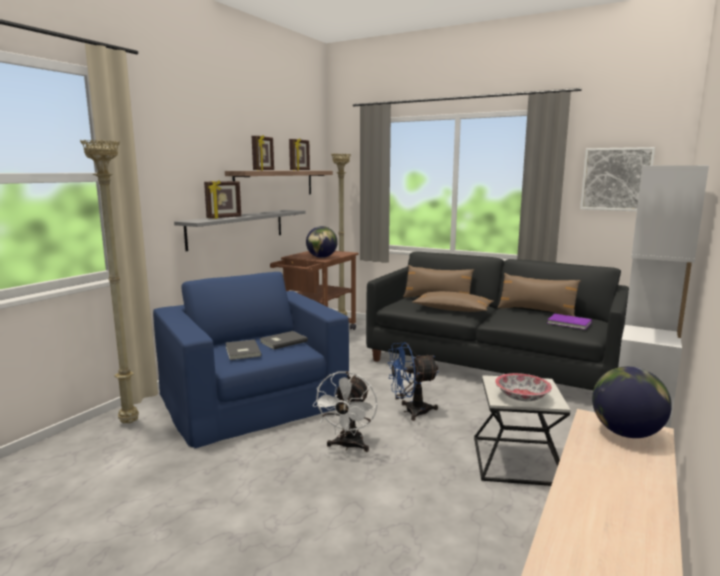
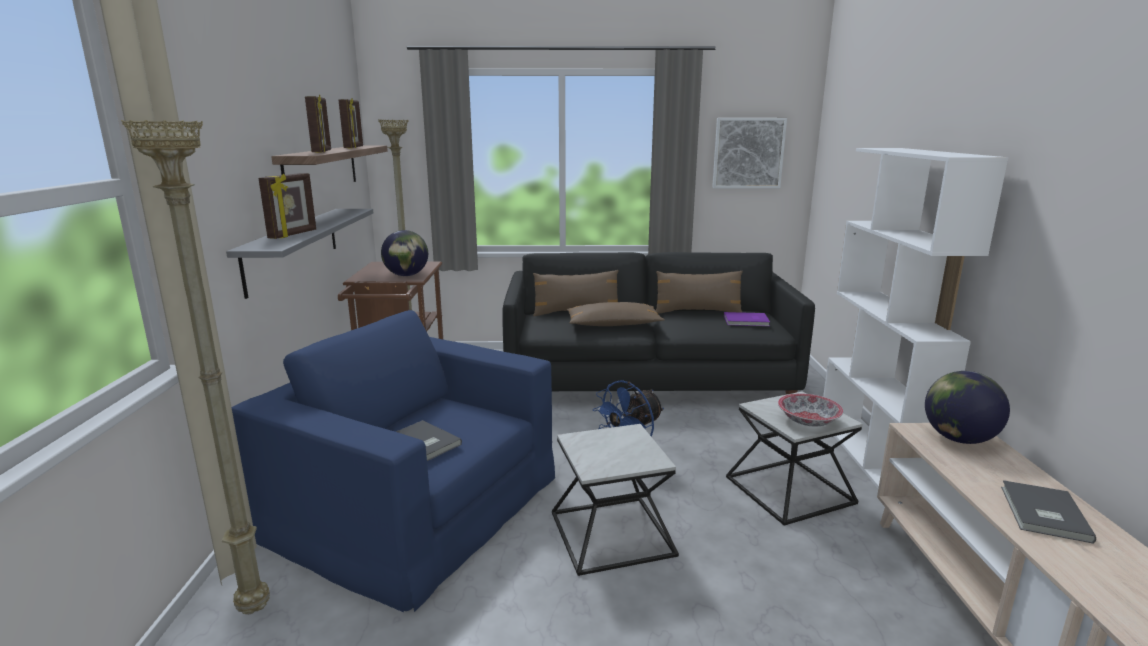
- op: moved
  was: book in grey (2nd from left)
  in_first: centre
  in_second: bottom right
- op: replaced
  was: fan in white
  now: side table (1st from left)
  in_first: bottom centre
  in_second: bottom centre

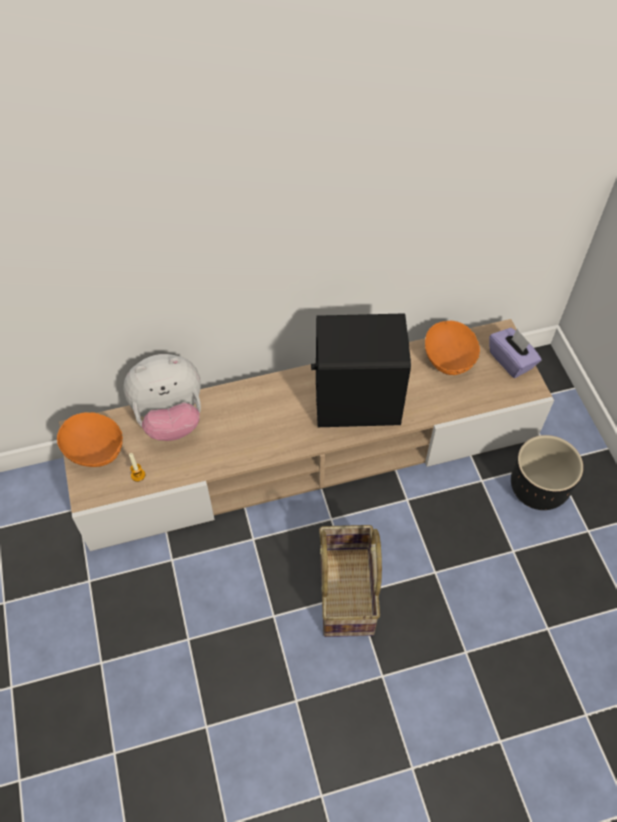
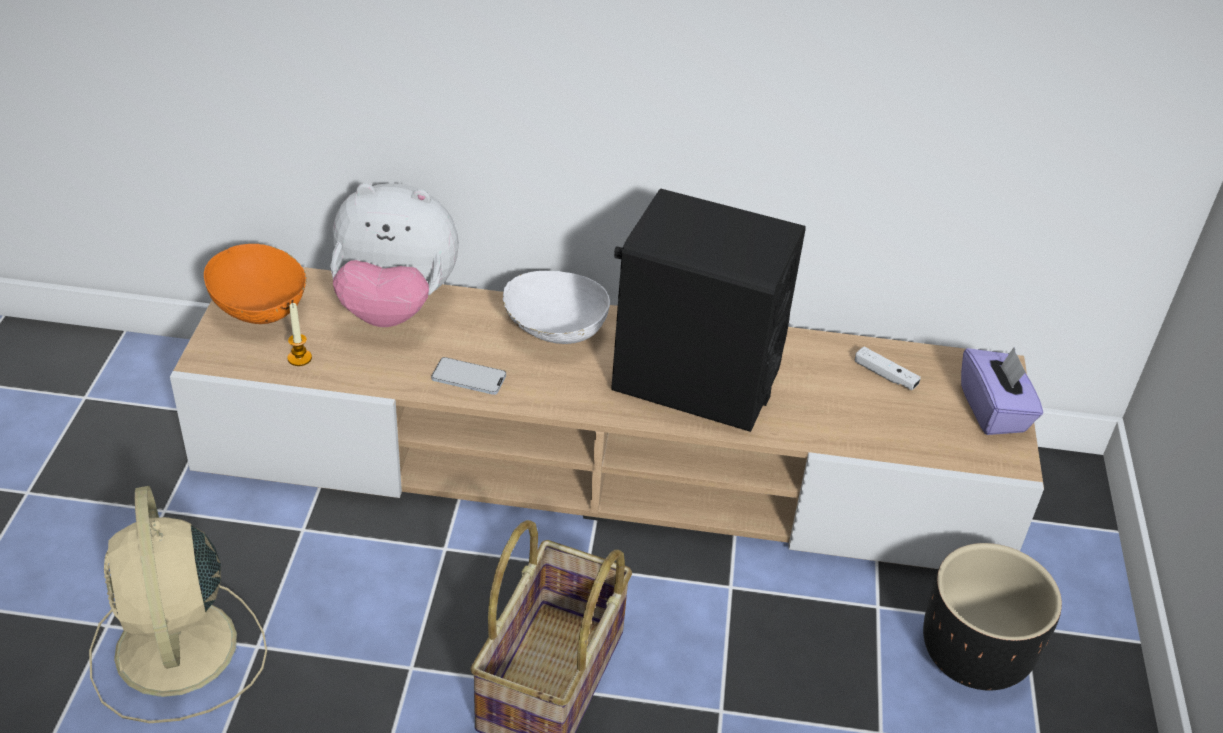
- op: added
  now: fan in beige
  in_second: bottom left
- op: added
  now: phone
  in_second: centre
- op: added
  now: bowl in white
  in_second: centre
- op: replaced
  was: bowl in orange (2nd from left)
  now: game controller in white
  in_first: middle right
  in_second: middle right

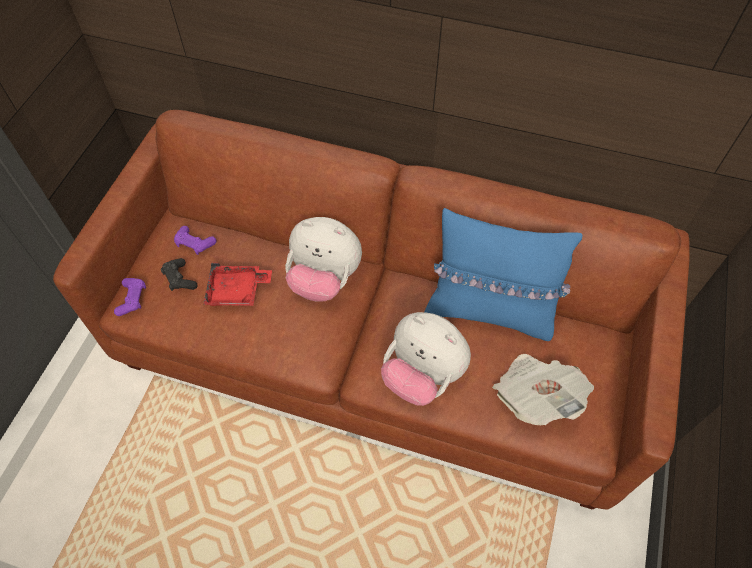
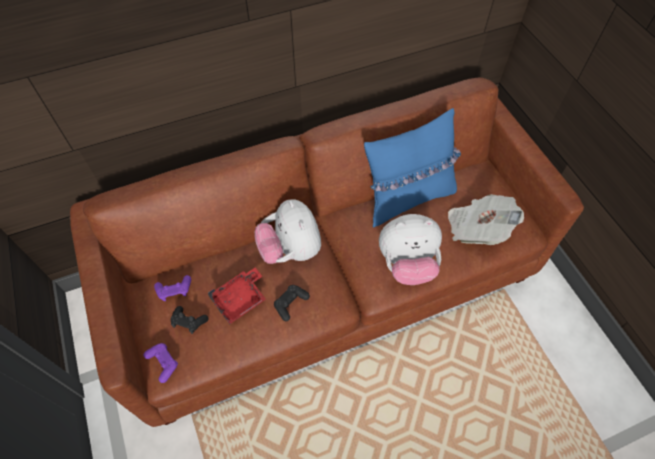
- op: added
  now: game controller in black (2nd from left)
  in_second: centre
- op: turned
  was: plush toy (1st from left)
  in_first: centre
  in_second: centre
  clockwise: 90

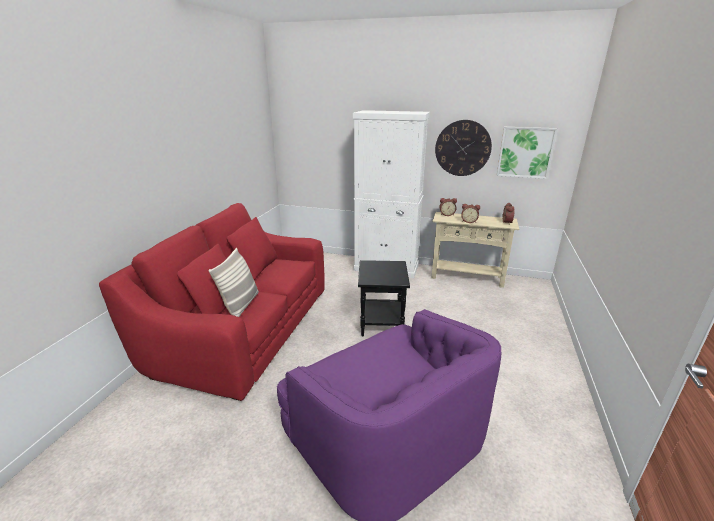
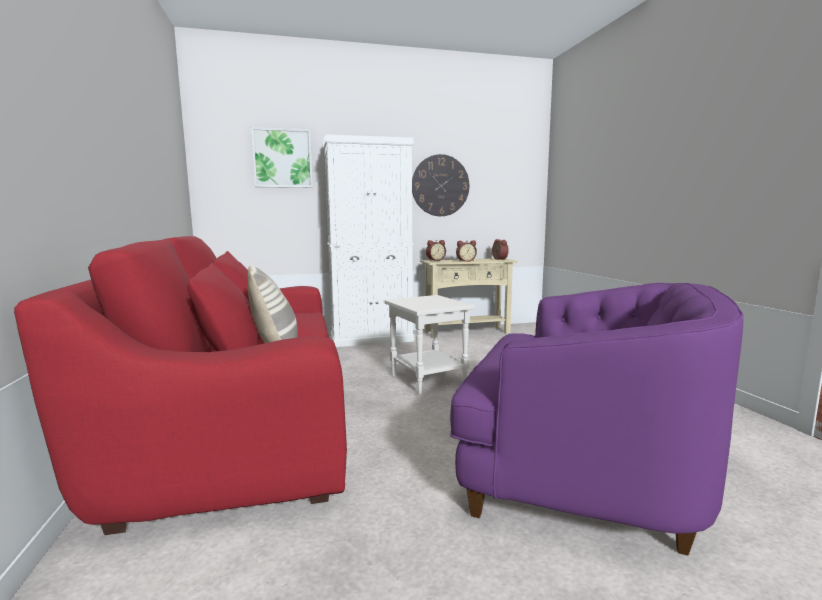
- op: moved
  was: picture
  in_first: top right
  in_second: top centre
- op: recoloured
  was: side table in black
  now: side table in white
  in_first: centre
  in_second: centre

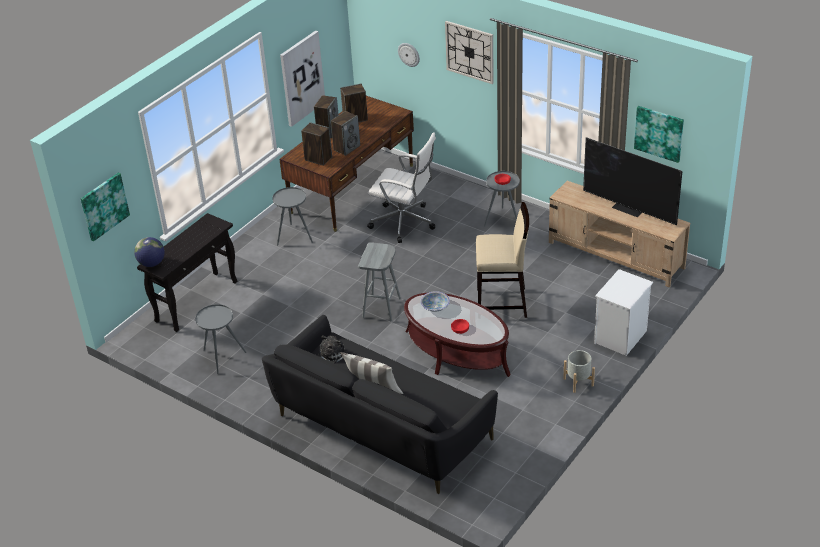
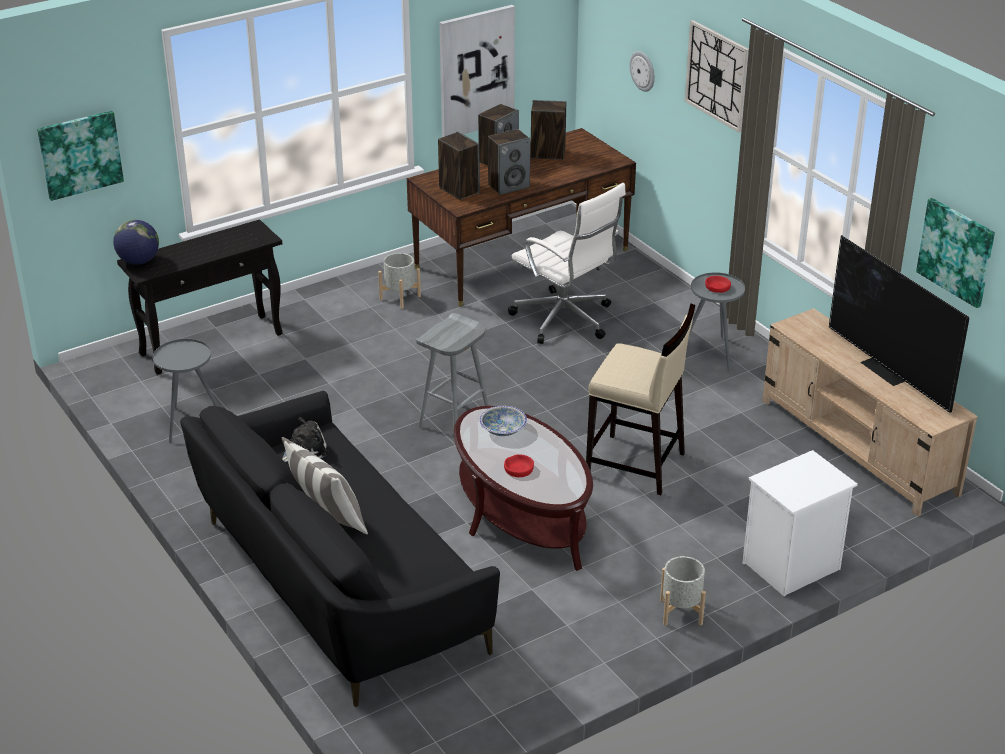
- op: replaced
  was: side table in grey (2nd from left)
  now: planter in grey (1st from left)
  in_first: centre
  in_second: centre

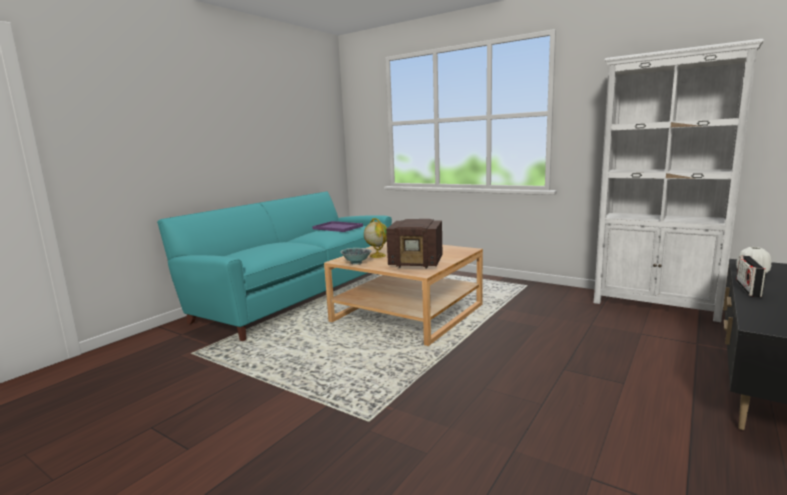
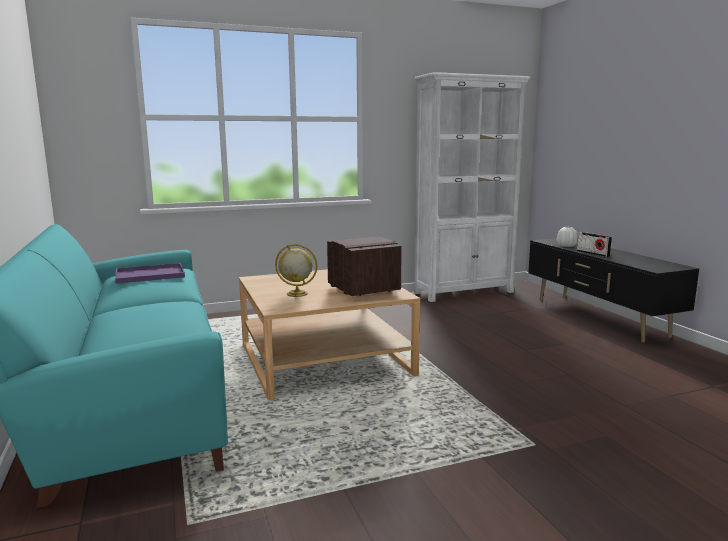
- op: removed
  was: bowl
  in_first: centre
- op: turned
  was: radio (1st from left)
  in_first: centre
  in_second: centre
  clockwise: -75

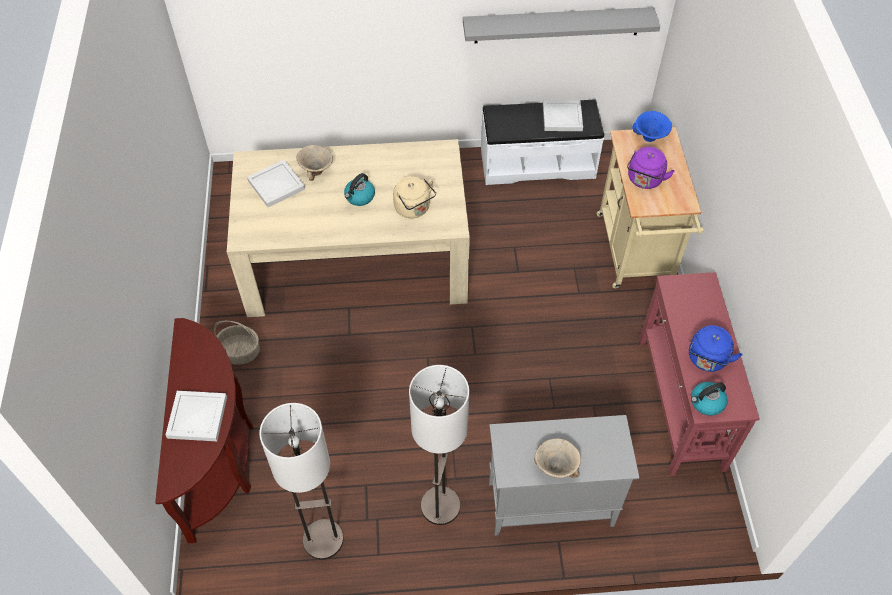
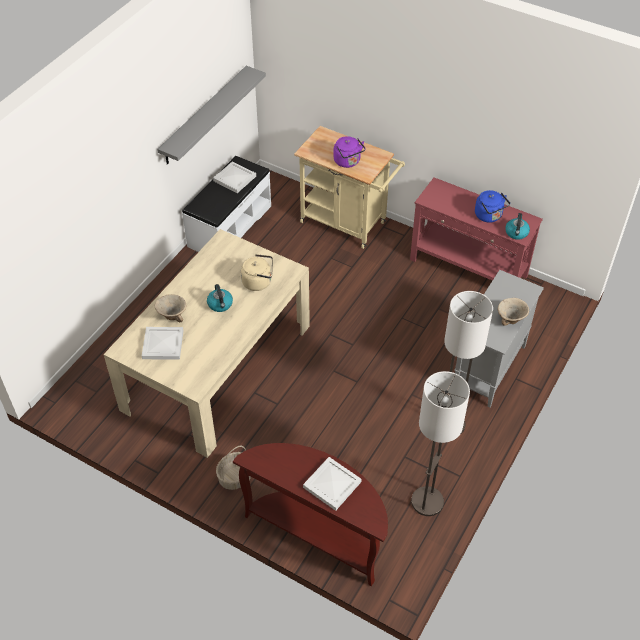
- op: removed
  was: bowl in blue
  in_first: top right

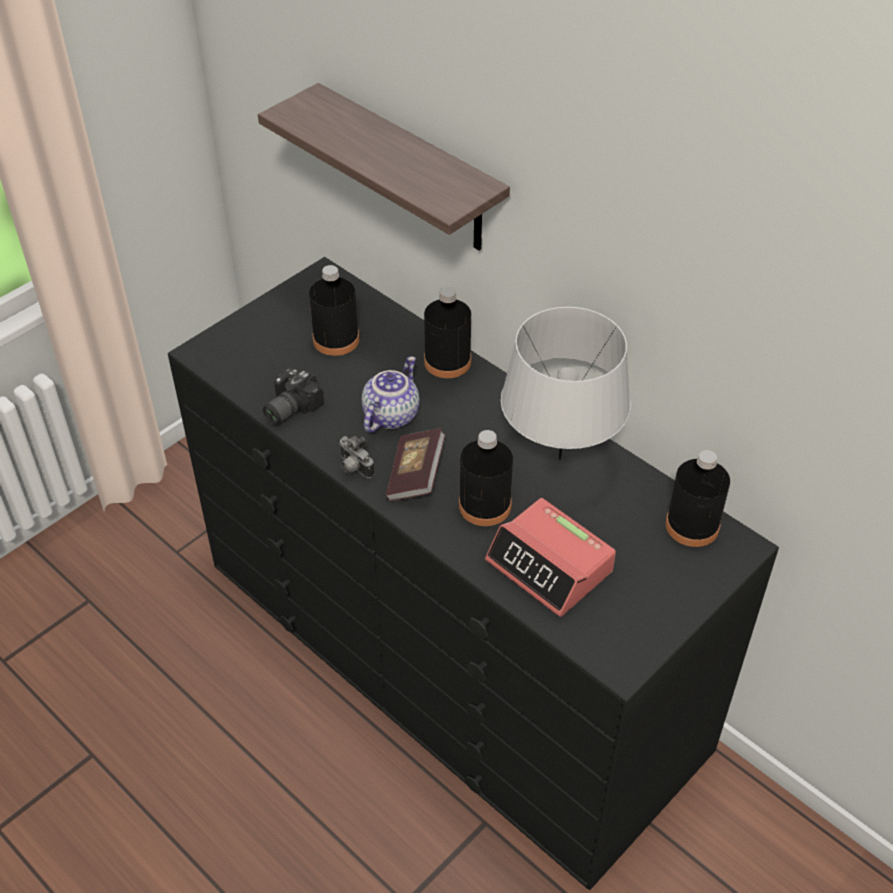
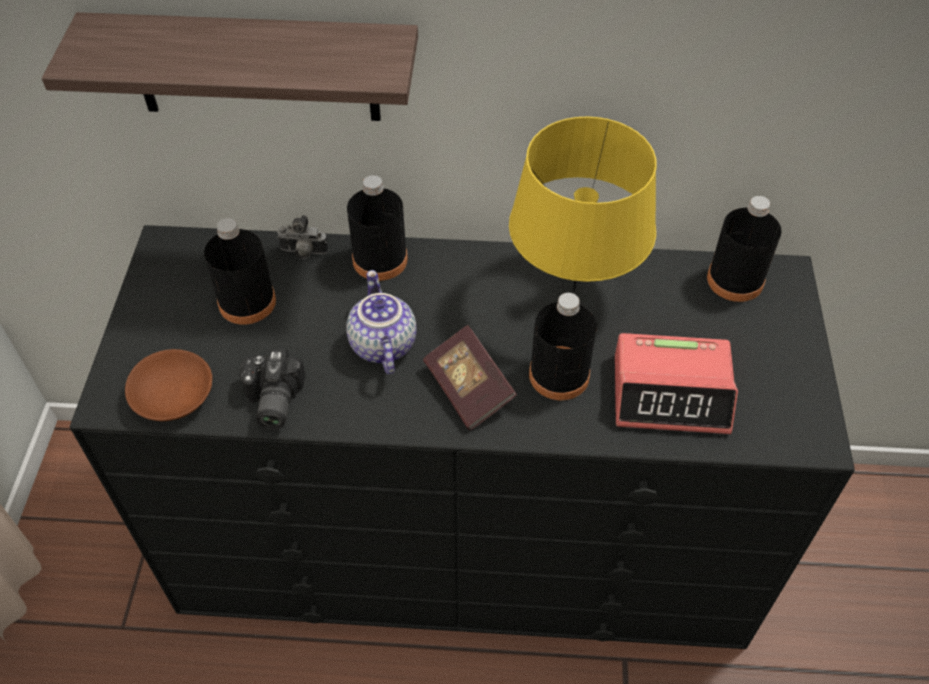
- op: added
  now: bowl in brown
  in_second: middle left
- op: moved
  was: photo camera (2nd from left)
  in_first: centre
  in_second: middle left
- op: recoloured
  was: table lamp in grey
  now: table lamp in yellow
  in_first: centre
  in_second: top centre

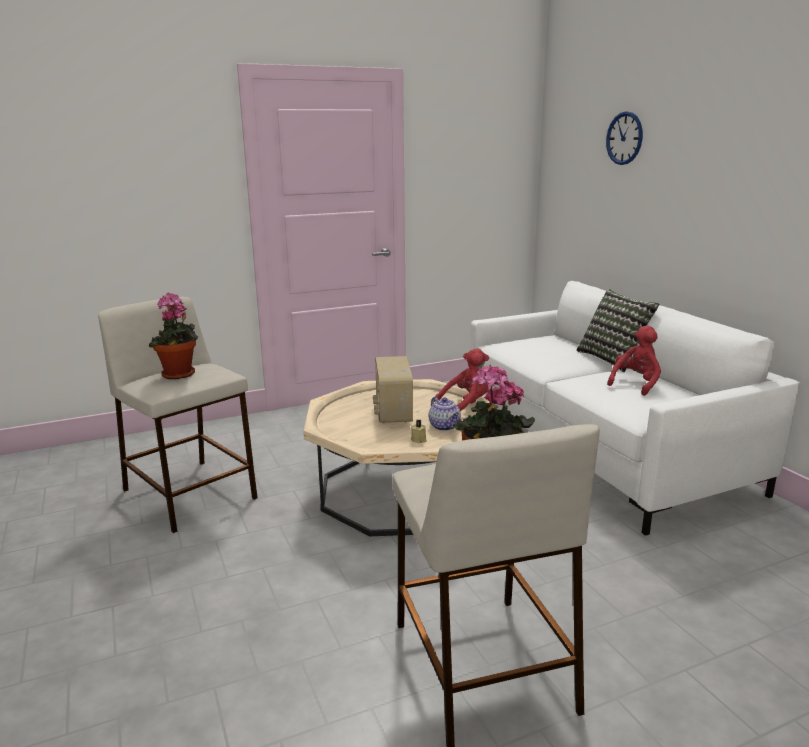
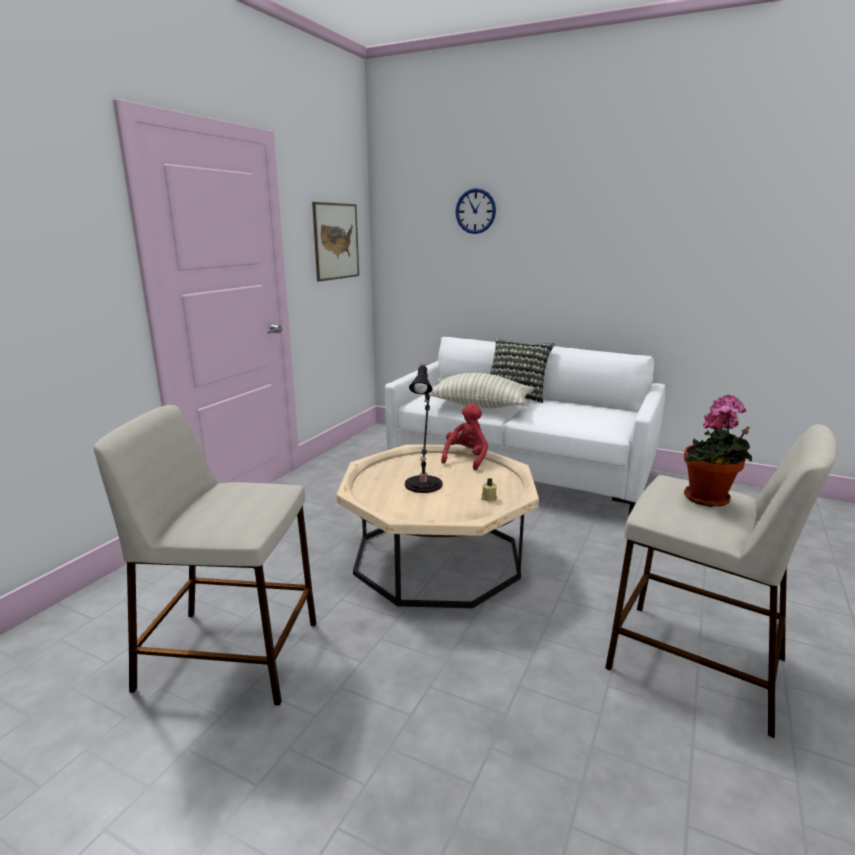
- op: removed
  was: potted plant (1st from left)
  in_first: middle left
- op: removed
  was: teapot
  in_first: centre
- op: removed
  was: plush toy in red (2nd from left)
  in_first: middle right
- op: added
  now: picture
  in_second: top centre
- op: added
  now: pillow (1st from left)
  in_second: centre
- op: replaced
  was: radio
  now: table lamp in black
  in_first: centre
  in_second: centre

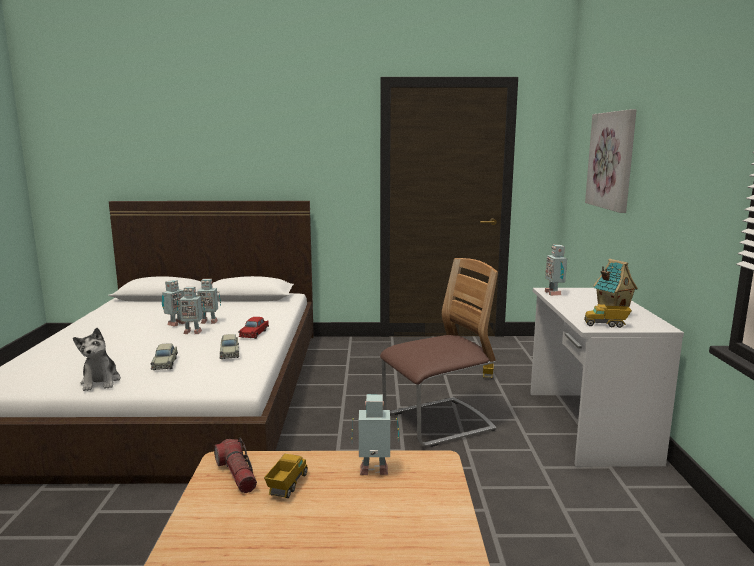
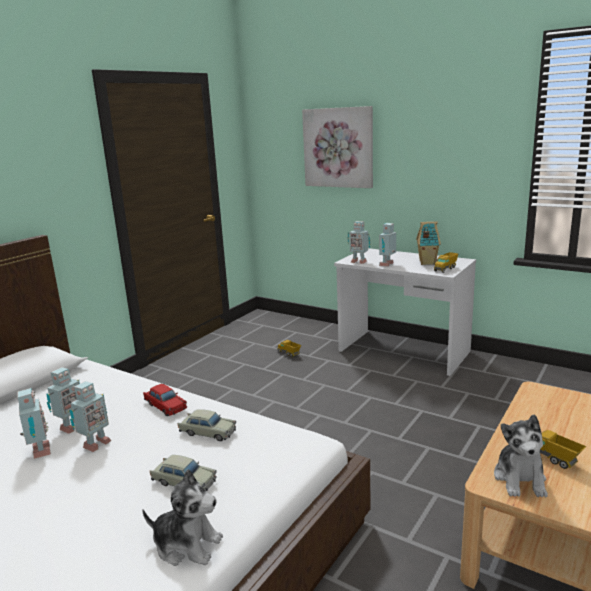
- op: removed
  was: chair
  in_first: centre
- op: moved
  was: toy robot (4th from left in the first image)
  now: toy robot (5th from left)
  in_first: bottom centre
  in_second: centre
- op: replaced
  was: flashlight
  now: plush toy (2nd from left)
  in_first: bottom left
  in_second: bottom right

